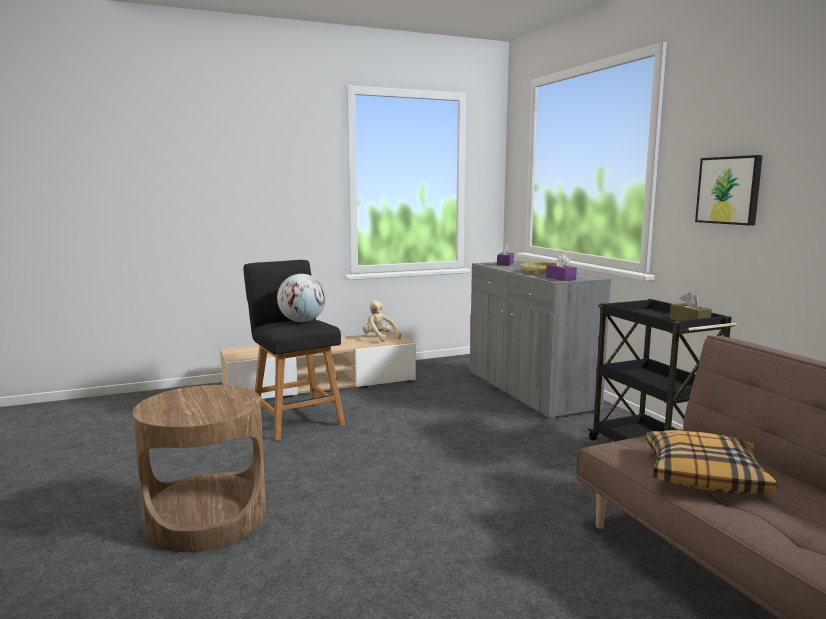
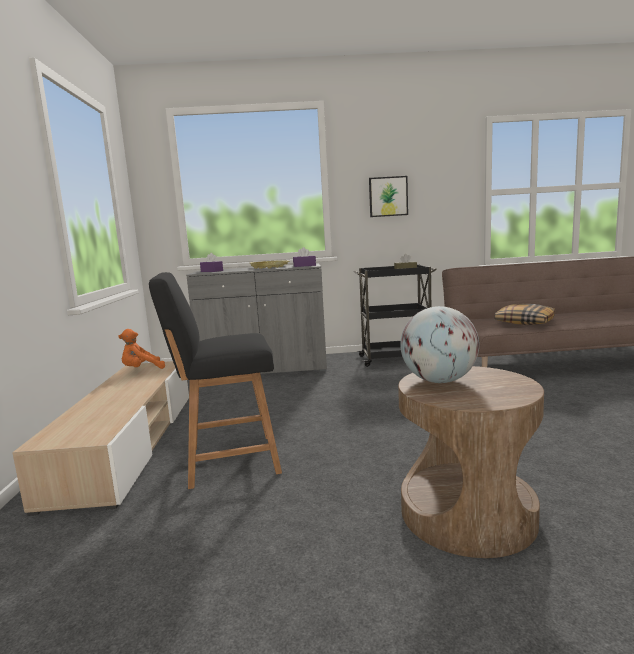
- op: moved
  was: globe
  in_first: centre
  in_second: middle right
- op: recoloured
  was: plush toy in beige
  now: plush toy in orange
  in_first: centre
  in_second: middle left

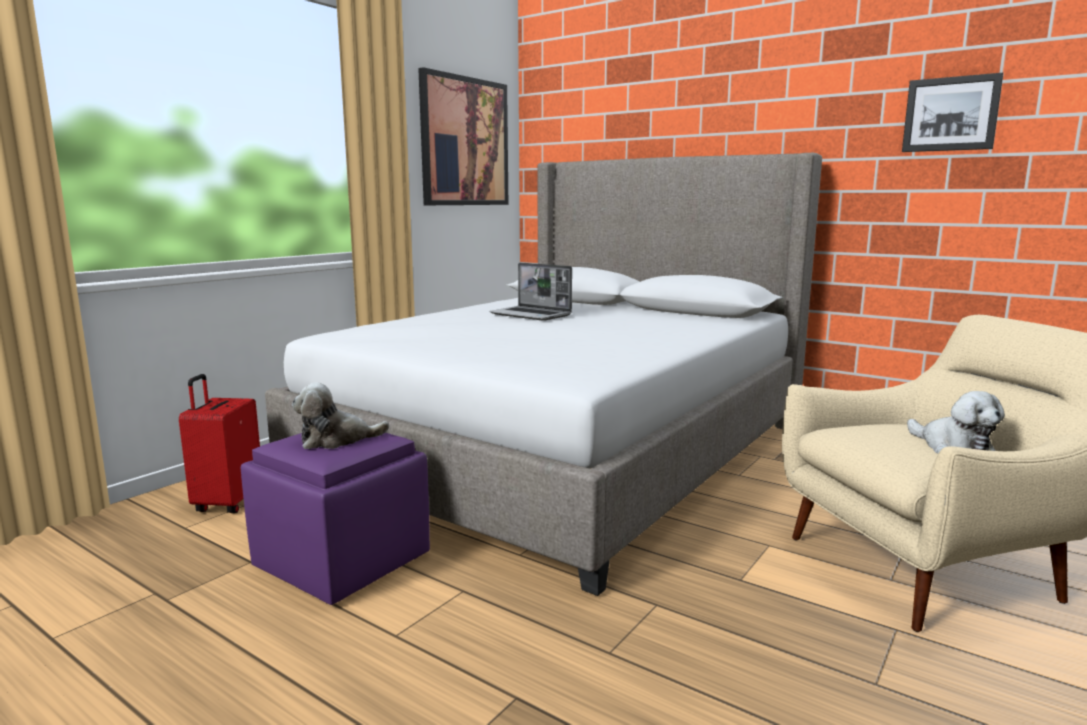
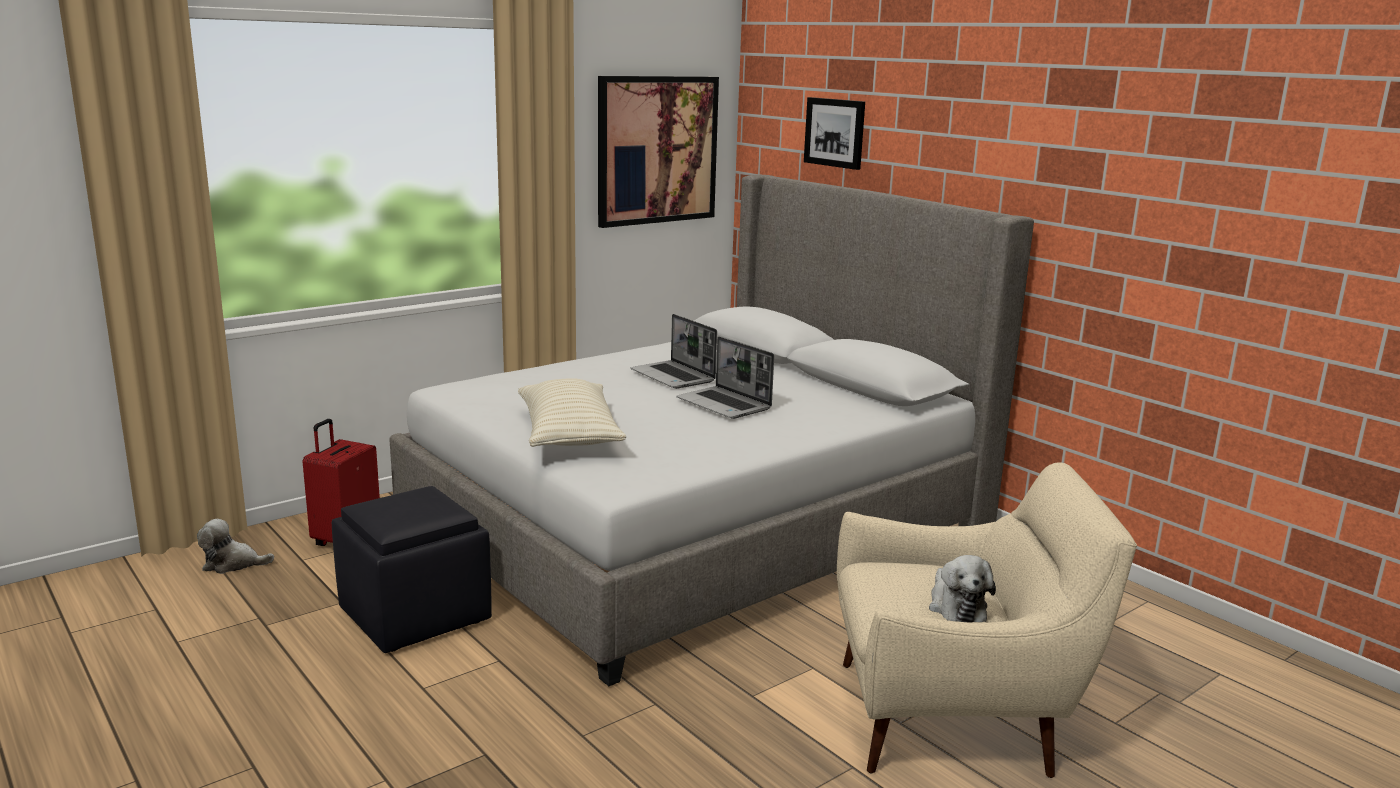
- op: added
  now: pillow in beige
  in_second: centre
- op: added
  now: laptop (2nd from left)
  in_second: centre
- op: moved
  was: plush toy (1st from left)
  in_first: middle left
  in_second: bottom left
- op: moved
  was: picture (2nd from left)
  in_first: top right
  in_second: top centre
- op: recoloured
  was: ottoman in purple
  now: ottoman in black
  in_first: bottom left
  in_second: bottom left

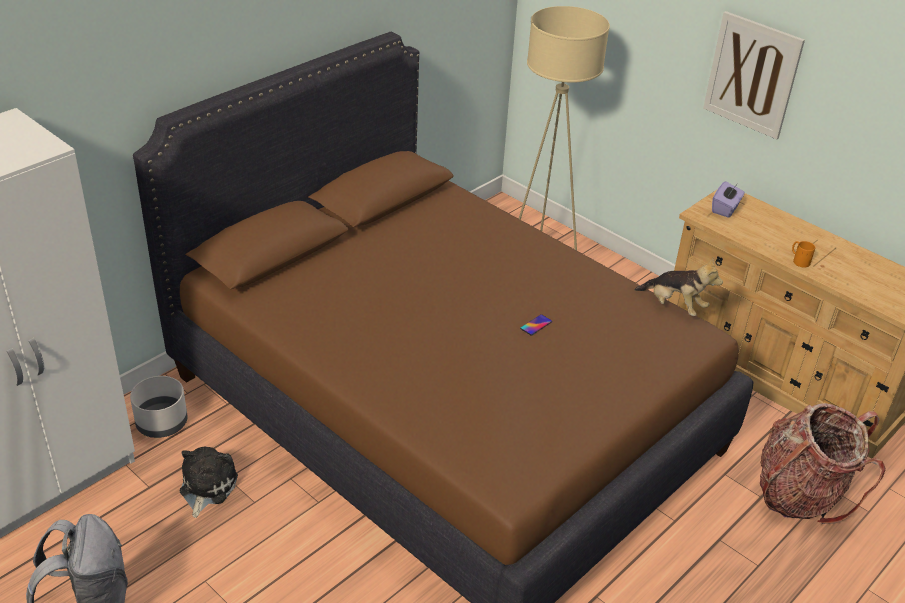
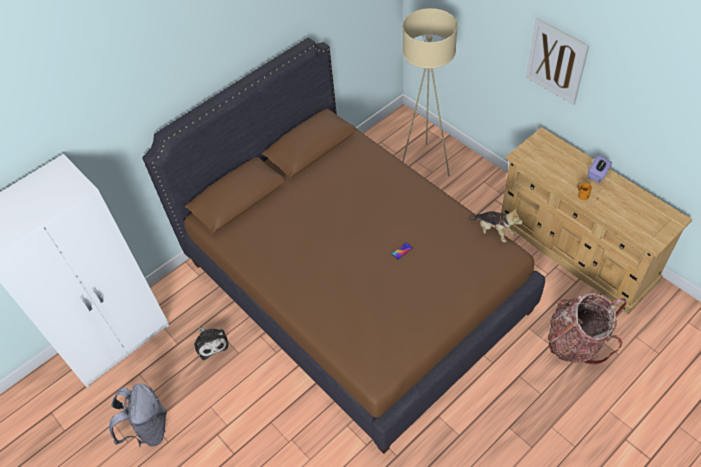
- op: removed
  was: planter in grey
  in_first: bottom left
- op: moved
  was: tissue box in purple
  in_first: top right
  in_second: middle right
- op: turned
  was: plush toy (1st from left)
  in_first: bottom left
  in_second: bottom left
  clockwise: 135

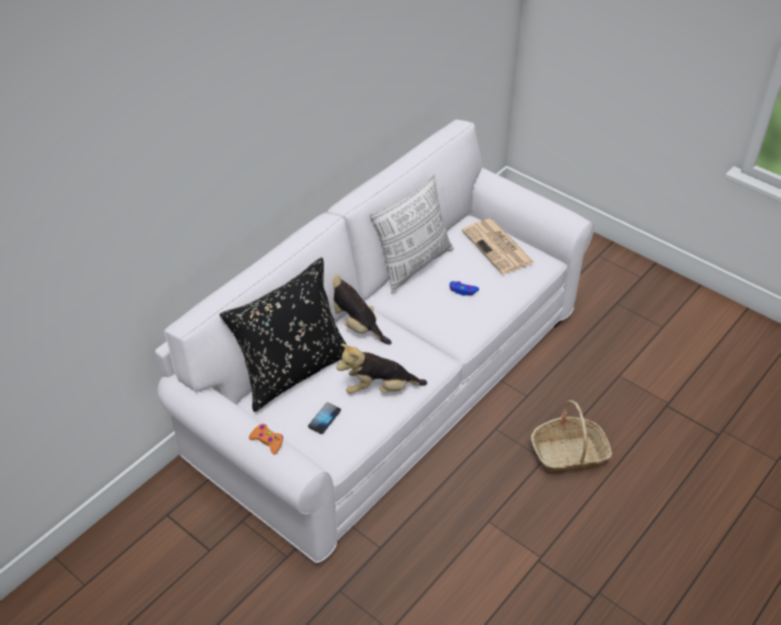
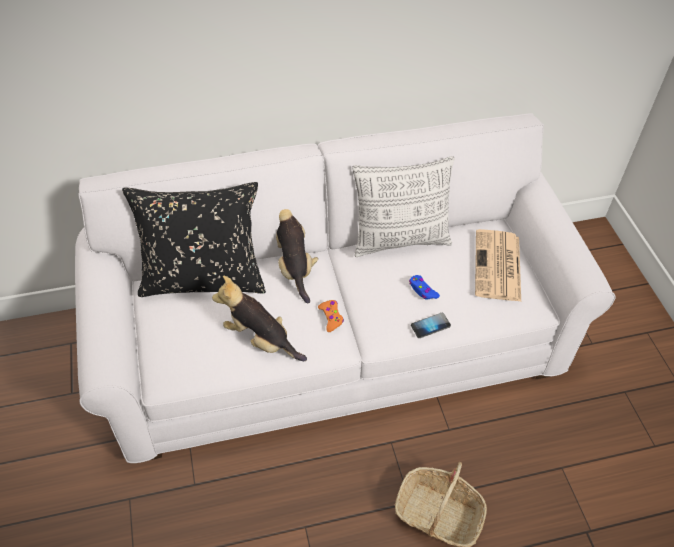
- op: moved
  was: game controller in orange
  in_first: bottom centre
  in_second: centre
- op: moved
  was: phone
  in_first: bottom centre
  in_second: centre

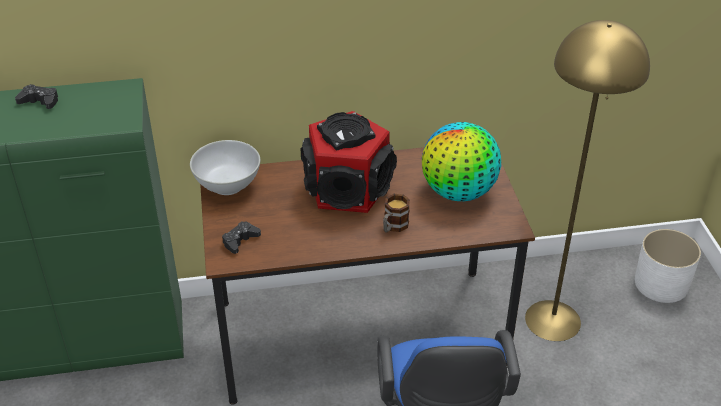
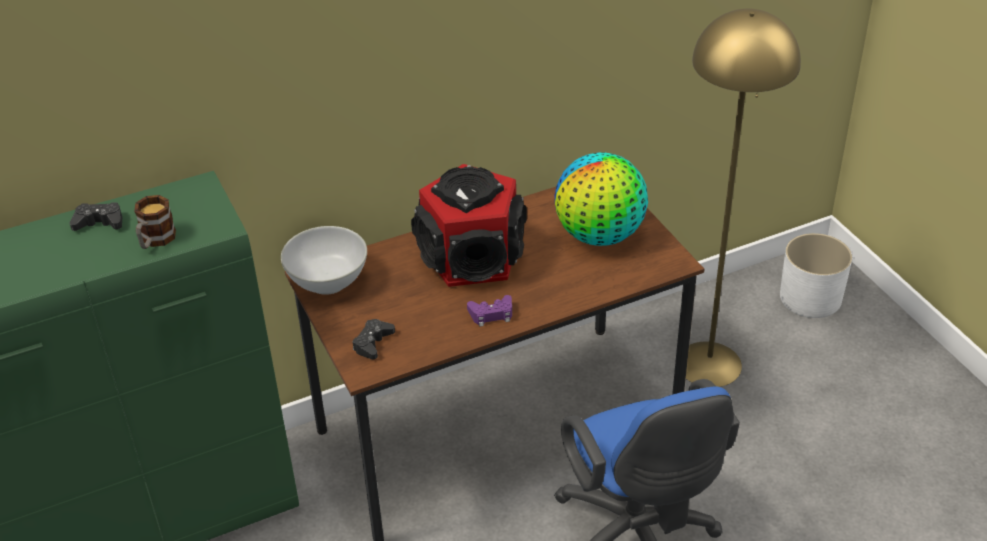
- op: added
  now: game controller in purple
  in_second: centre
- op: moved
  was: mug
  in_first: centre
  in_second: middle left

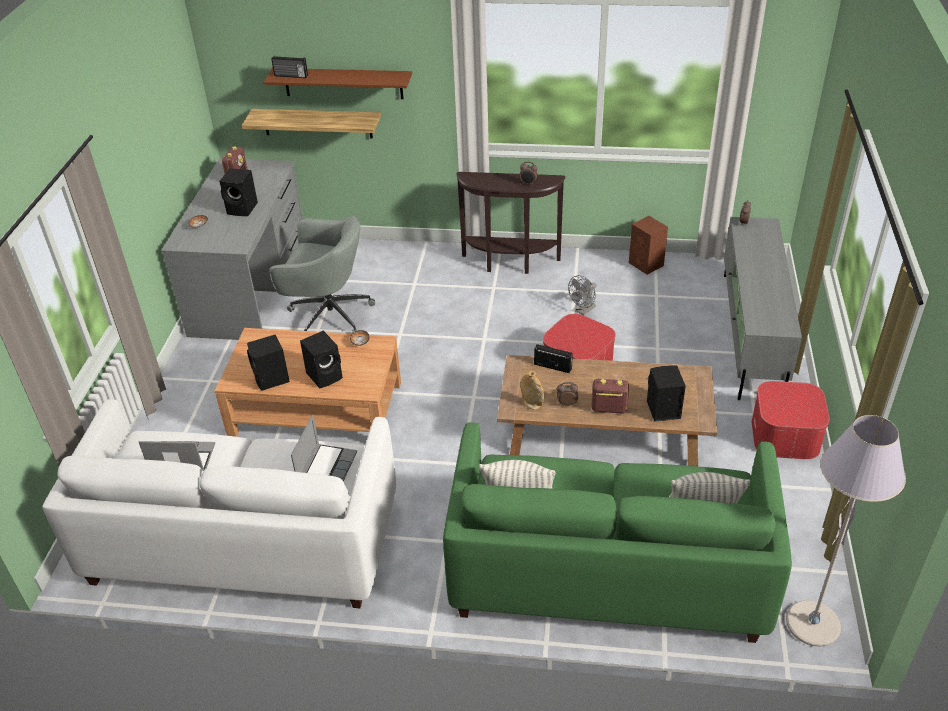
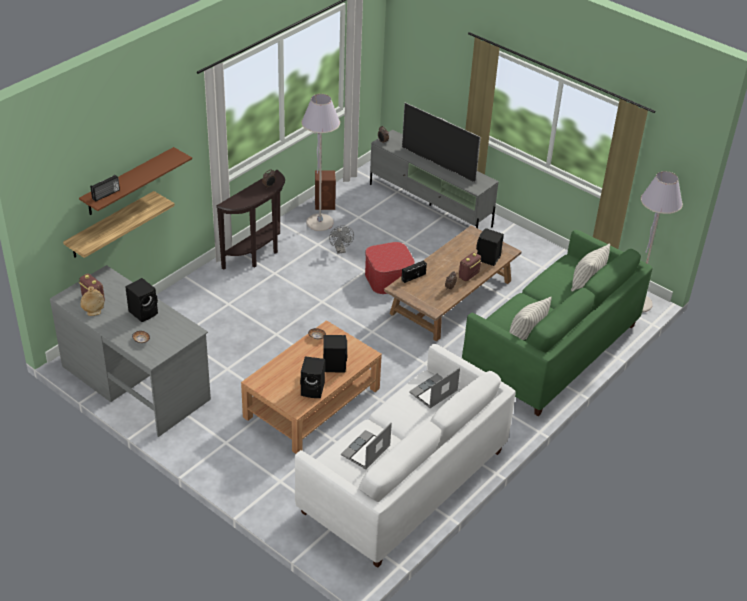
- op: removed
  was: office chair in grey
  in_first: centre
- op: removed
  was: ottoman (2nd from left)
  in_first: middle right
- op: added
  now: floor lamp in grey (1st from left)
  in_second: top centre
- op: added
  now: television
  in_second: top centre
- op: moved
  was: vase in beige
  in_first: centre
  in_second: middle left
- op: turned
  was: laptop (2nd from left)
  in_first: centre
  in_second: centre
  clockwise: -90

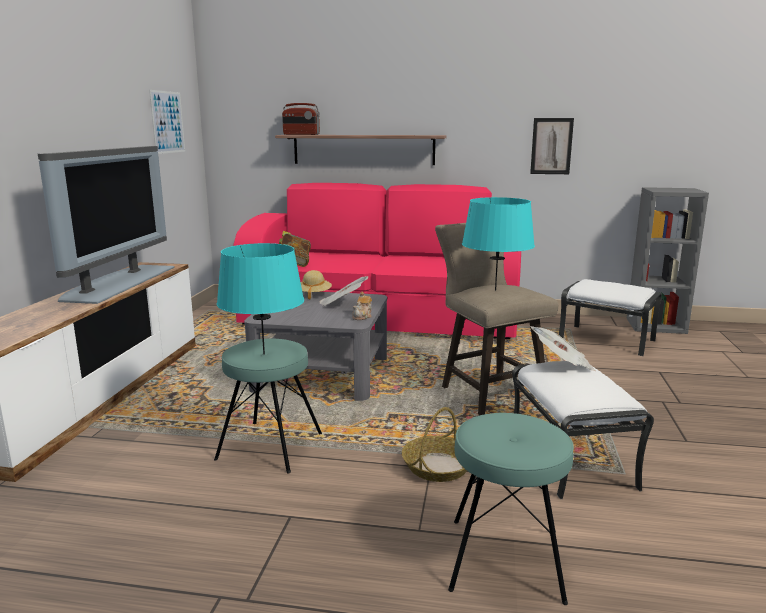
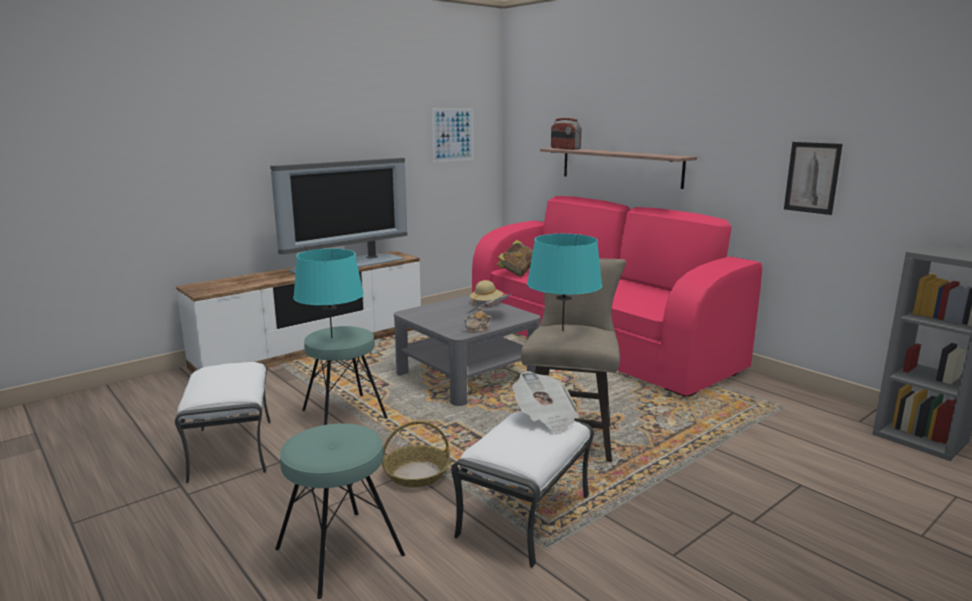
- op: moved
  was: ottoman in white (2nd from left in the first image)
  now: ottoman in white (1st from left)
  in_first: middle right
  in_second: bottom left

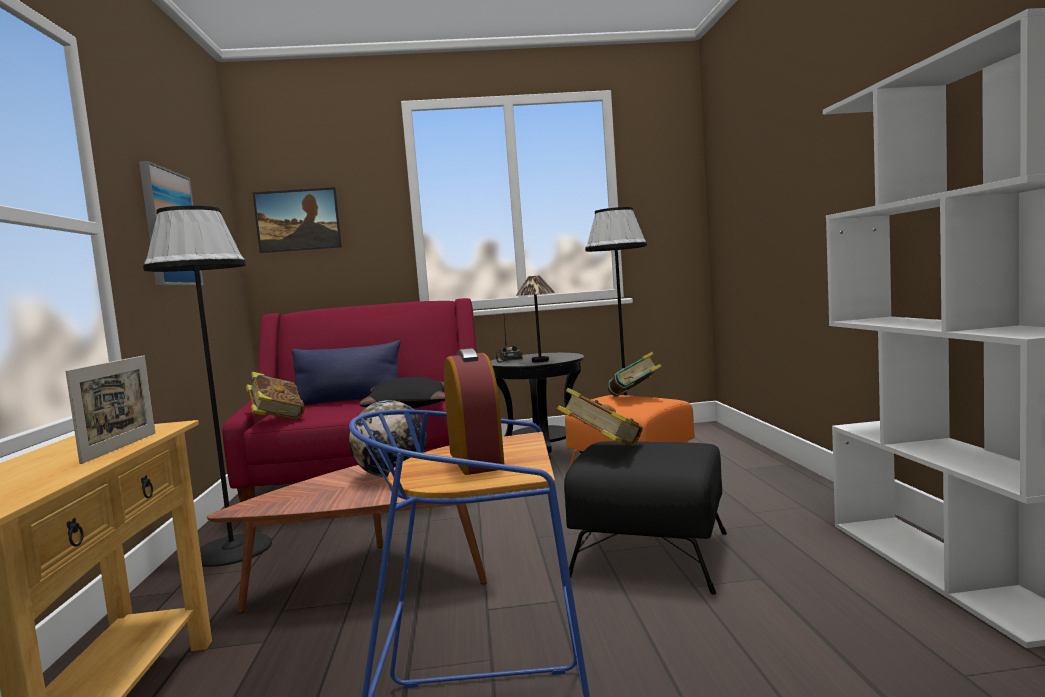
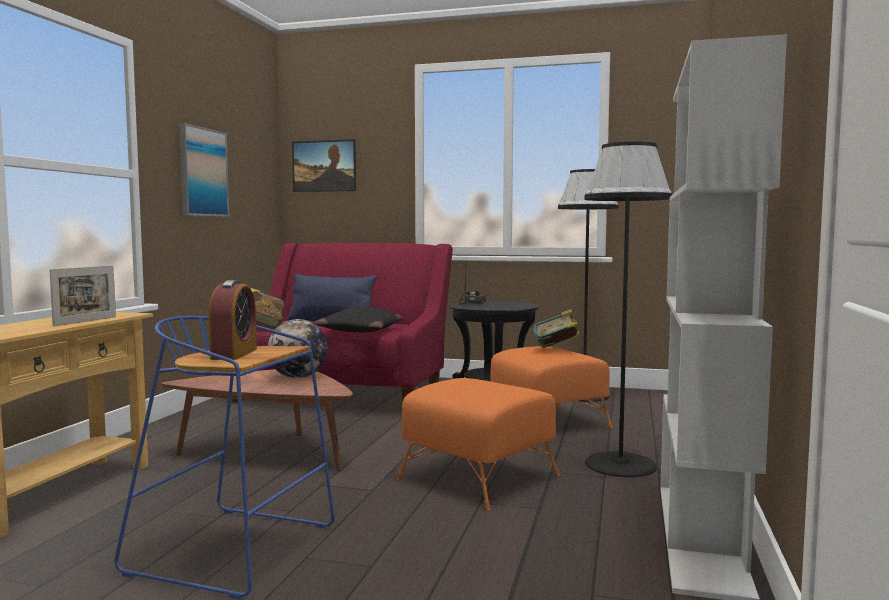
- op: removed
  was: table lamp
  in_first: centre
- op: removed
  was: book (2nd from left)
  in_first: centre
- op: moved
  was: floor lamp in black (1st from left in the first image)
  now: floor lamp in black (2nd from left)
  in_first: middle left
  in_second: middle right
- op: recoloured
  was: ottoman in black
  now: ottoman in orange (1st from left)
  in_first: bottom centre
  in_second: bottom centre

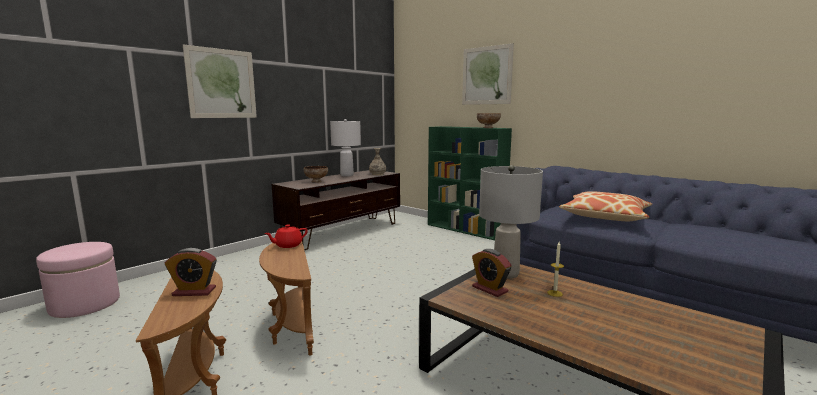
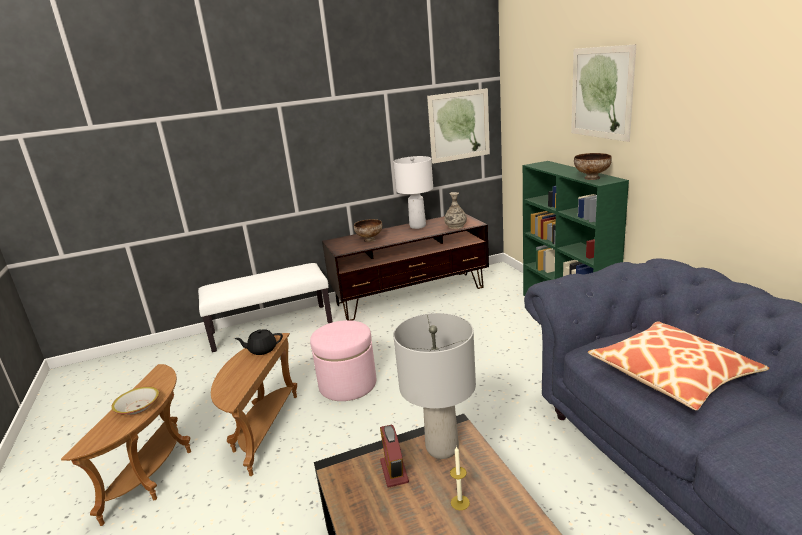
- op: added
  now: bench in white
  in_second: middle left
- op: moved
  was: ottoman in pink
  in_first: bottom left
  in_second: bottom centre
- op: moved
  was: picture (1st from left)
  in_first: top left
  in_second: top centre
- op: replaced
  was: alarm clock (1st from left)
  now: bowl (1st from left)
  in_first: bottom left
  in_second: bottom left
- op: recoloured
  was: teapot in red
  now: teapot in black
  in_first: centre
  in_second: middle left

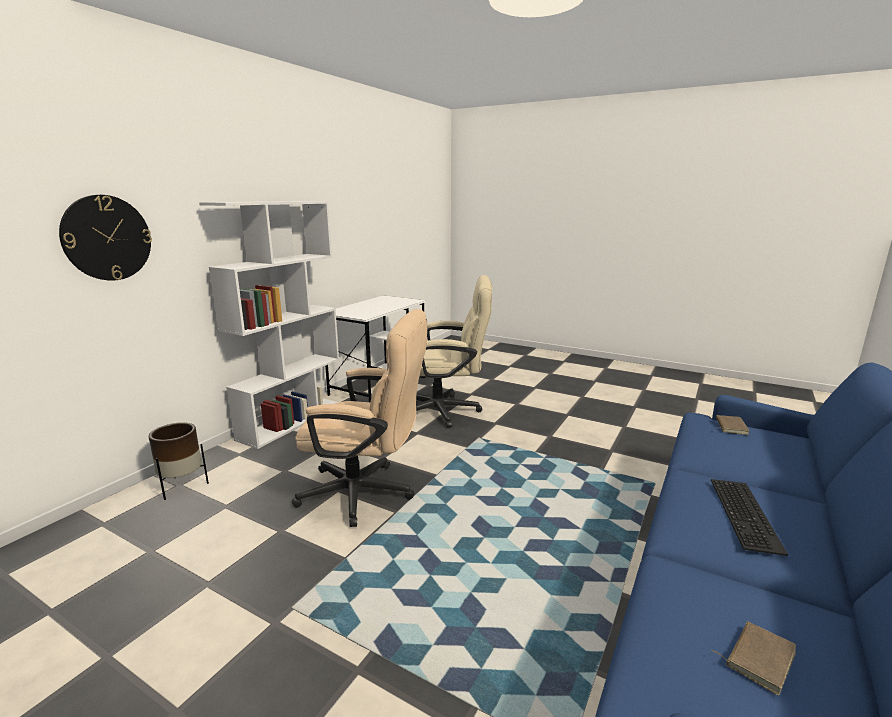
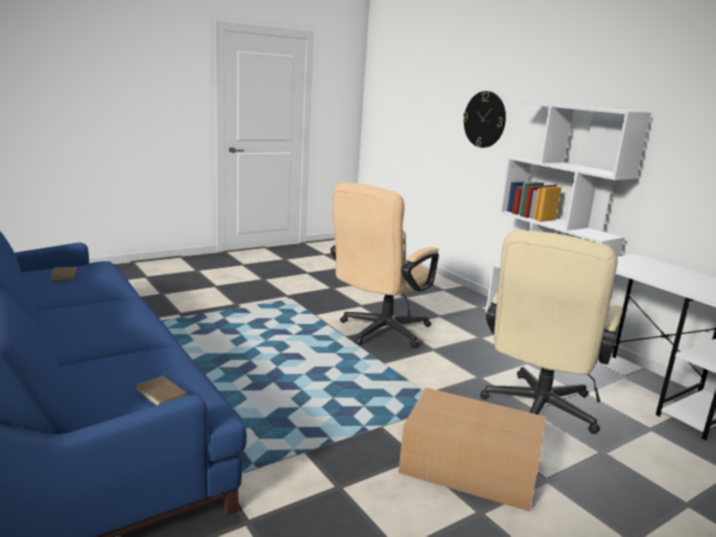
- op: removed
  was: planter in brown
  in_first: middle left
- op: removed
  was: keyboard
  in_first: bottom right
- op: added
  now: cardboard box
  in_second: bottom centre

